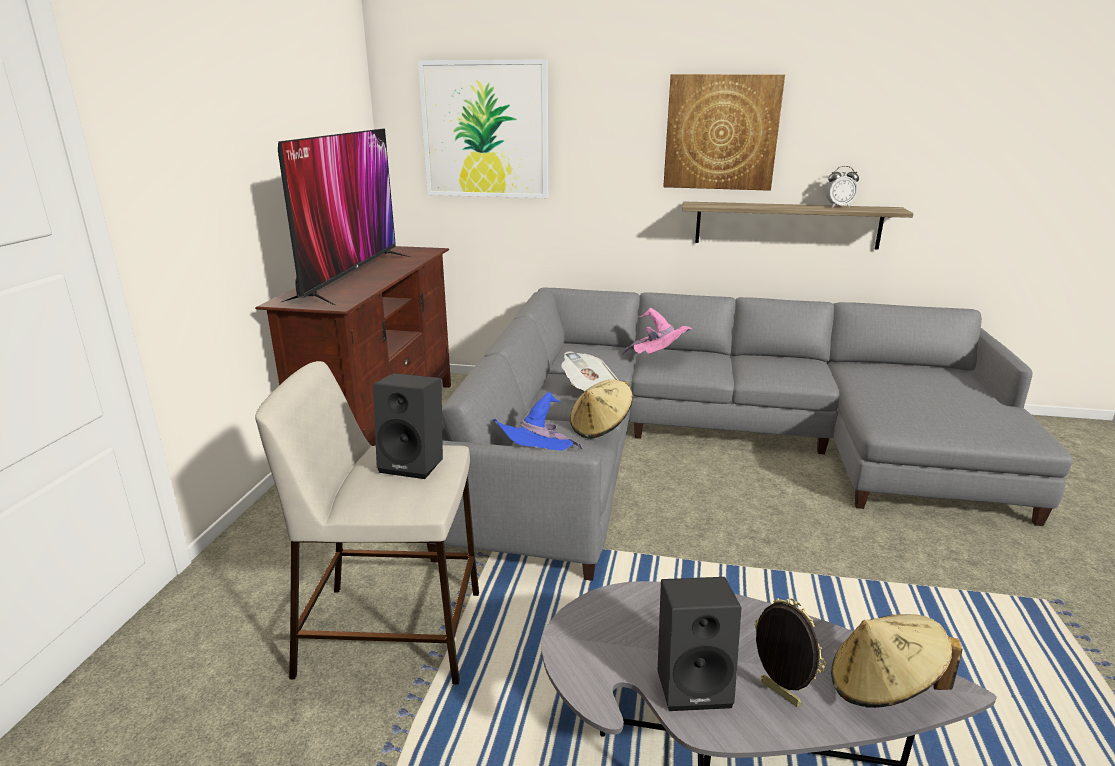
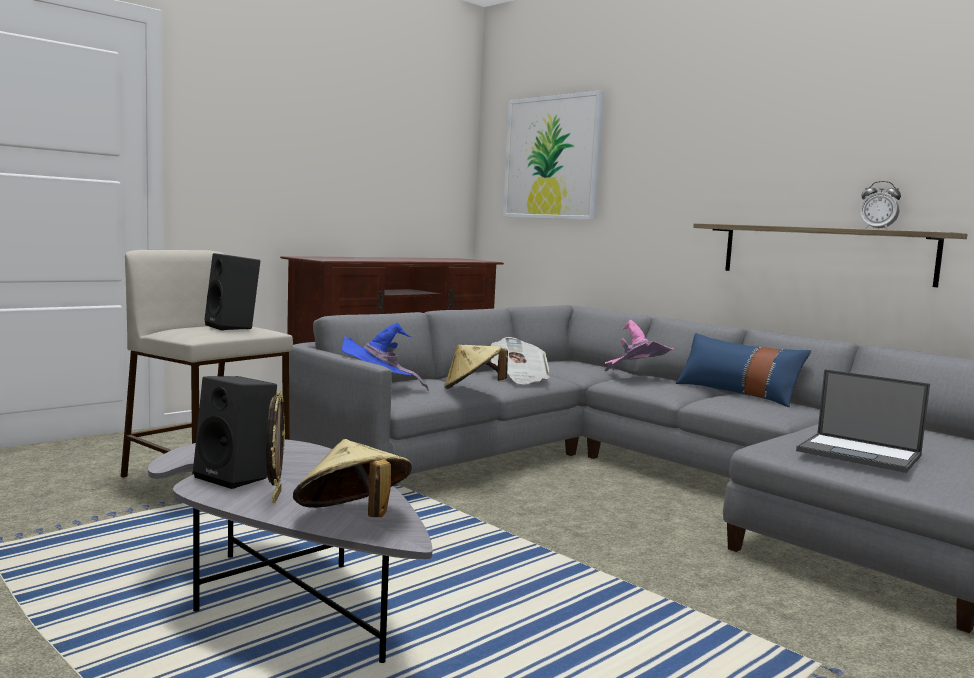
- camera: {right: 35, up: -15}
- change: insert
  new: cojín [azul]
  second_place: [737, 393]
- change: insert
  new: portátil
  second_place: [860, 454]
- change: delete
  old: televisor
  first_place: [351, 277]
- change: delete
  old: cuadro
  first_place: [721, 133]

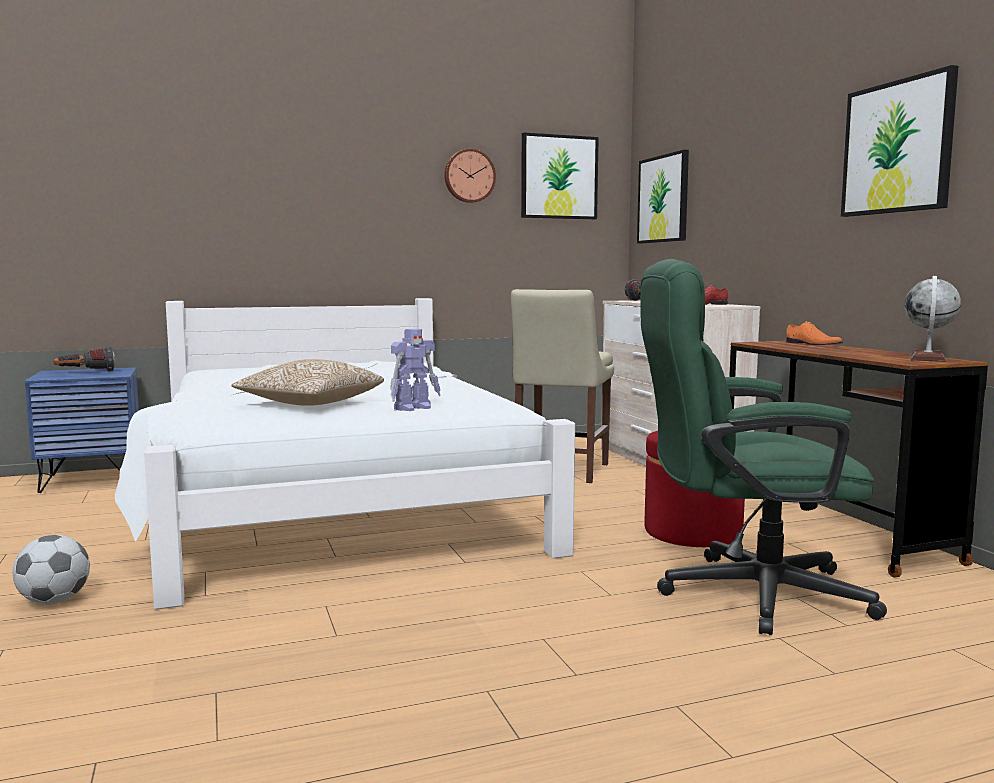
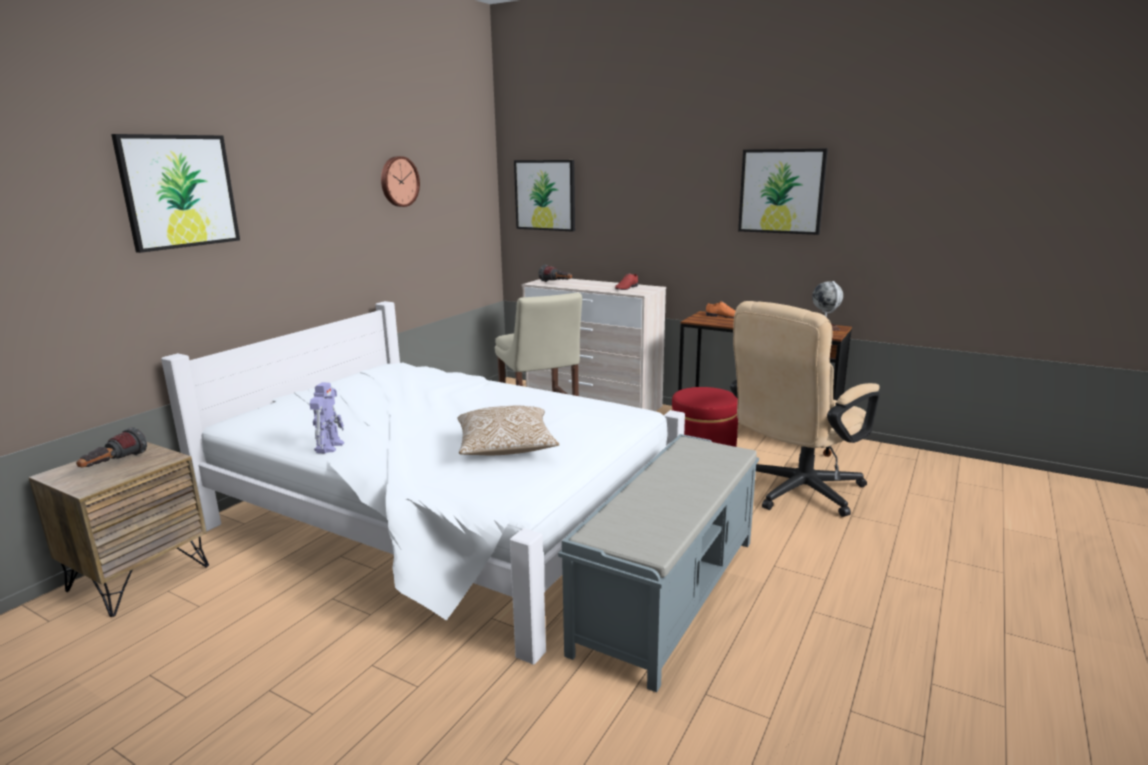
- camera: {right: -40, up: 10}
- change: recolor
  old: mesita de noche [azul]
  new: mesita de noche [marrón]
  first_place: [92, 480]
  second_place: [139, 578]
- change: move
  old: cuadro
  first_place: [559, 177]
  second_place: [179, 191]
- change: move
  old: robot de juguete
  first_place: [414, 408]
  second_place: [330, 446]
- change: insert
  new: banco [gris]
  second_place: [669, 592]
- change: recolor
  old: silla de oficina [verde]
  new: silla de oficina [beis]
  first_place: [743, 593]
  second_place: [795, 493]
- change: delete
  old: balón de fútbol
  first_place: [55, 601]

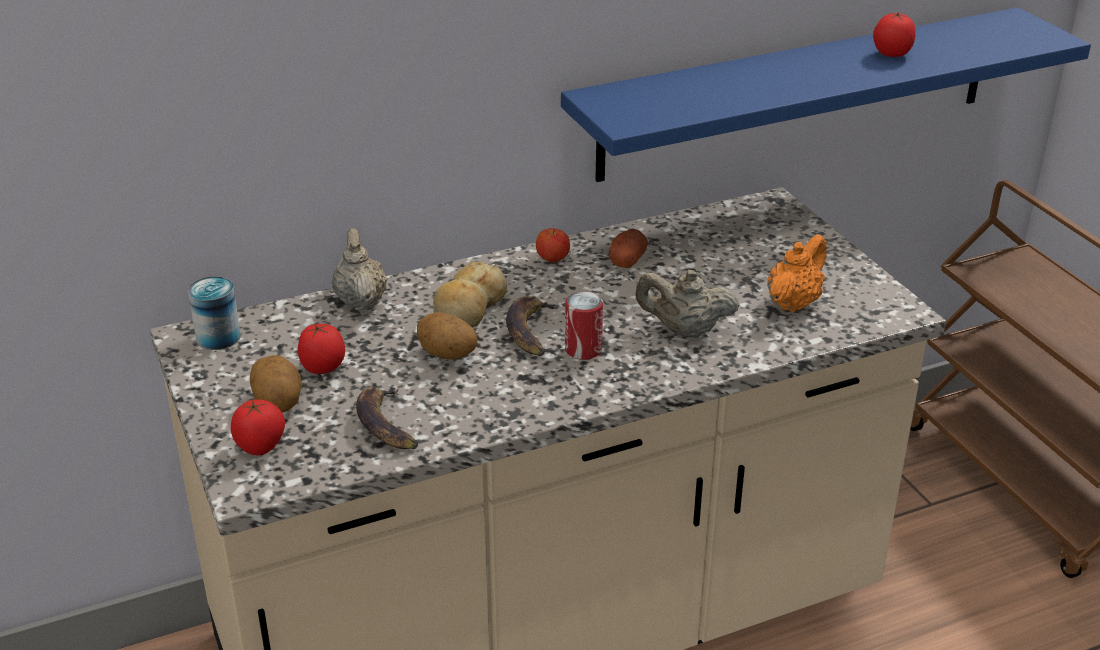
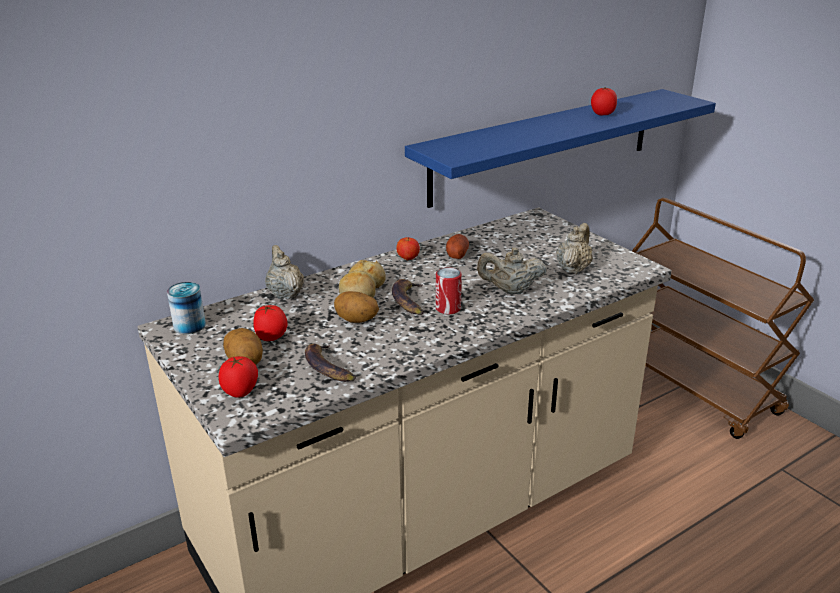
- camera: {right: -10, up: -5}
- change: recolor
  old: tetera [naranja]
  new: tetera [beis]
  first_place: [793, 303]
  second_place: [573, 269]

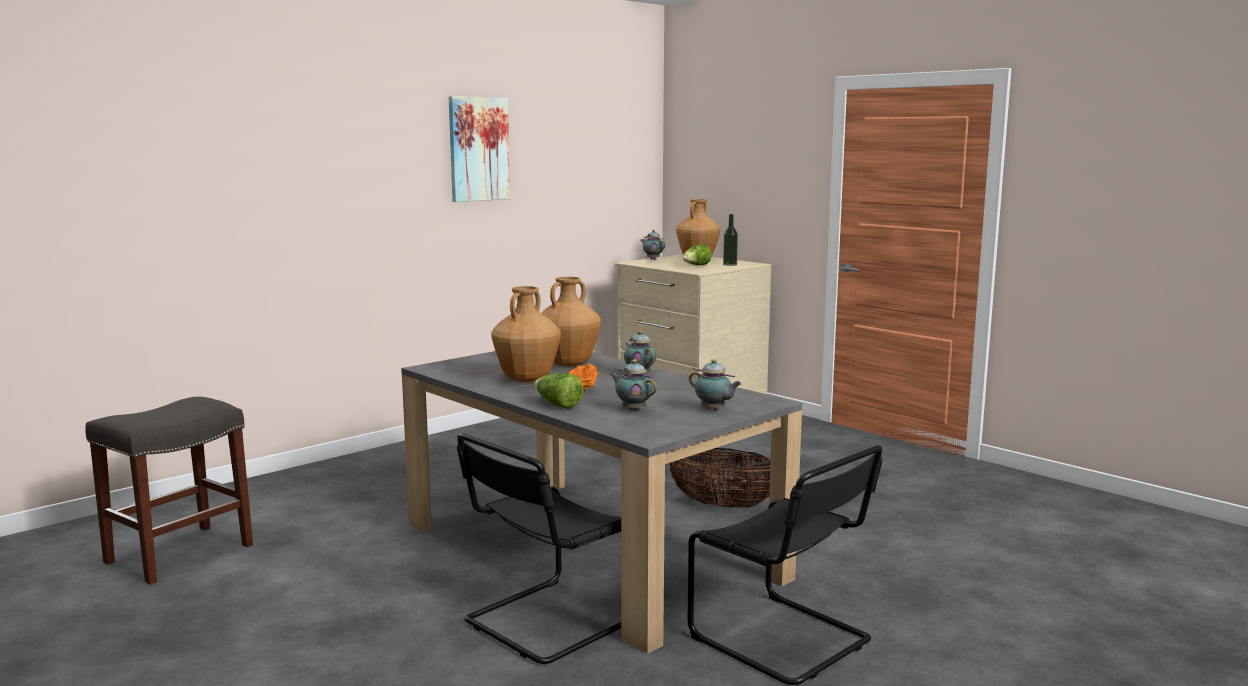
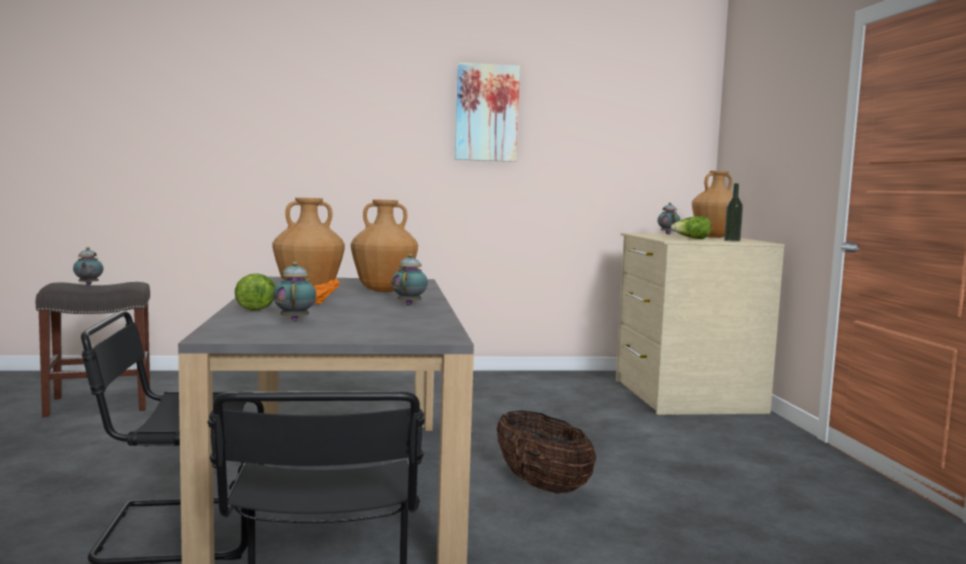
- camera: {right: 35, up: -5}
- change: move
  old: tetera
  first_place: [714, 410]
  second_place: [88, 285]

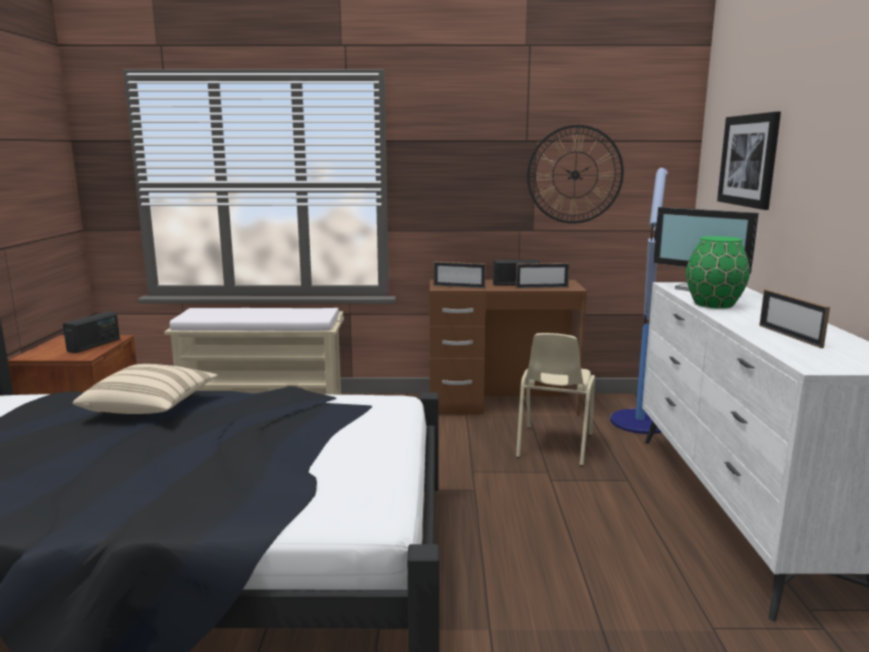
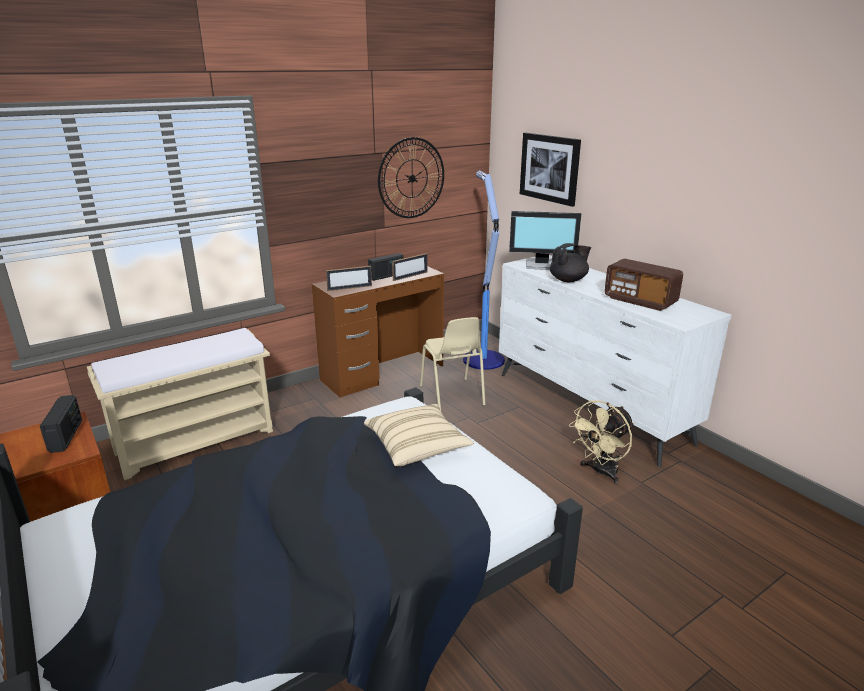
- camera: {right: -35, up: 10}
- change: move
  old: cojín [beis]
  first_place: [151, 408]
  second_place: [417, 447]
- change: replace
  old: florero [verde]
  new: tetera [negro]
  first_place: [714, 304]
  second_place: [568, 280]
- change: insert
  new: ventilador [beis]
  second_place: [600, 472]
- change: replace
  old: portarretratos
  new: radio
  first_place: [789, 336]
  second_place: [640, 301]

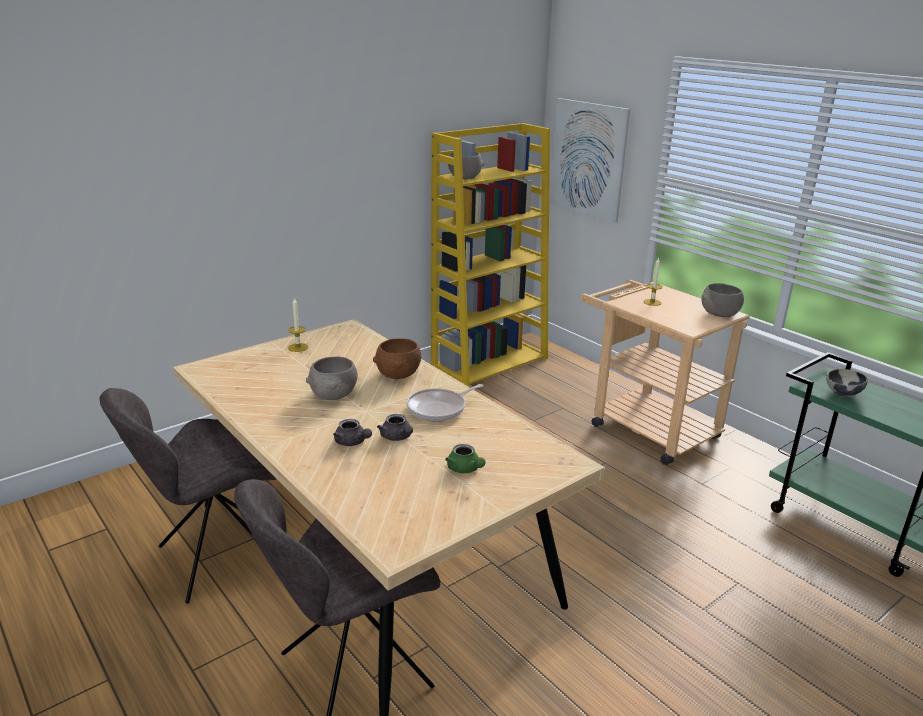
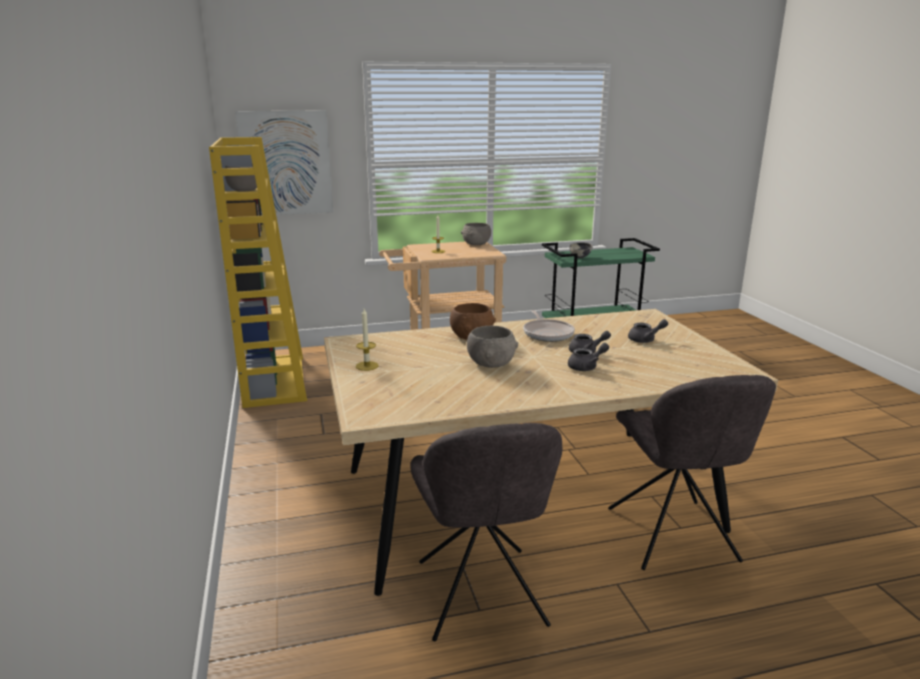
- camera: {right: -65, up: -5}
- change: recolor
  old: tetera [verde]
  new: tetera [gris]
  first_place: [465, 469]
  second_place: [645, 340]

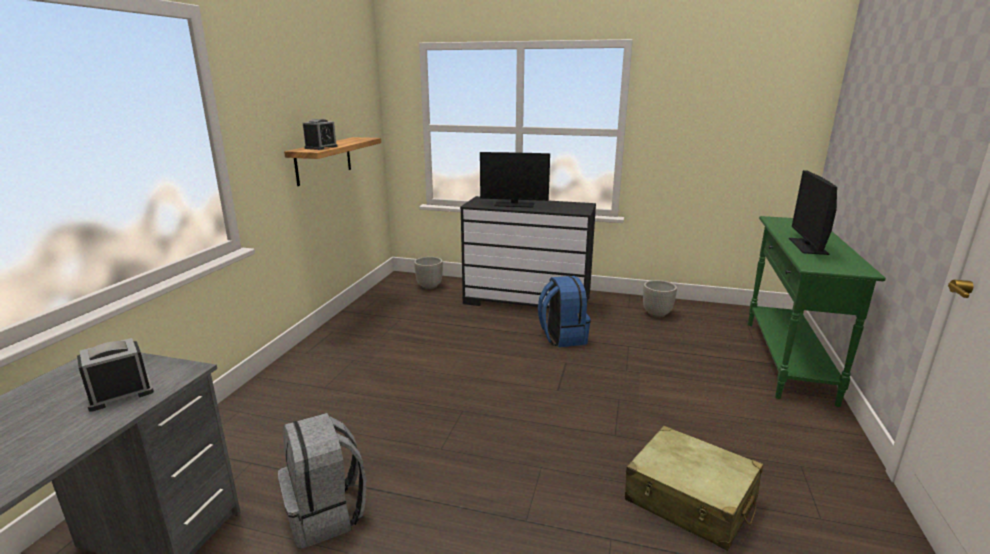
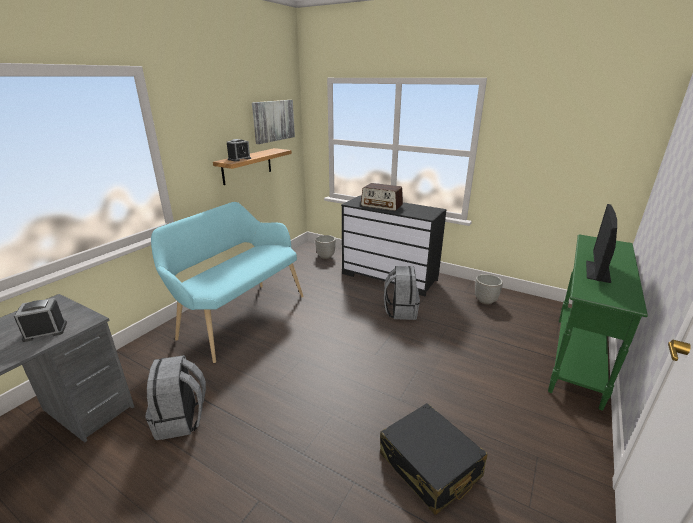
- camera: {right: 15, up: 5}
- change: insert
  new: banco [turquesa]
  second_place: [239, 316]
- change: insert
  new: cuadro
  second_place: [273, 121]
- change: replace
  old: monitor
  new: radio
  first_place: [514, 204]
  second_place: [381, 205]
- change: recolor
  old: maleta [beis]
  new: maleta [negro]
  first_place: [690, 500]
  second_place: [429, 465]
- change: recolor
  old: mochila [azul]
  new: mochila [gris]
  first_place: [562, 337]
  second_place: [400, 311]

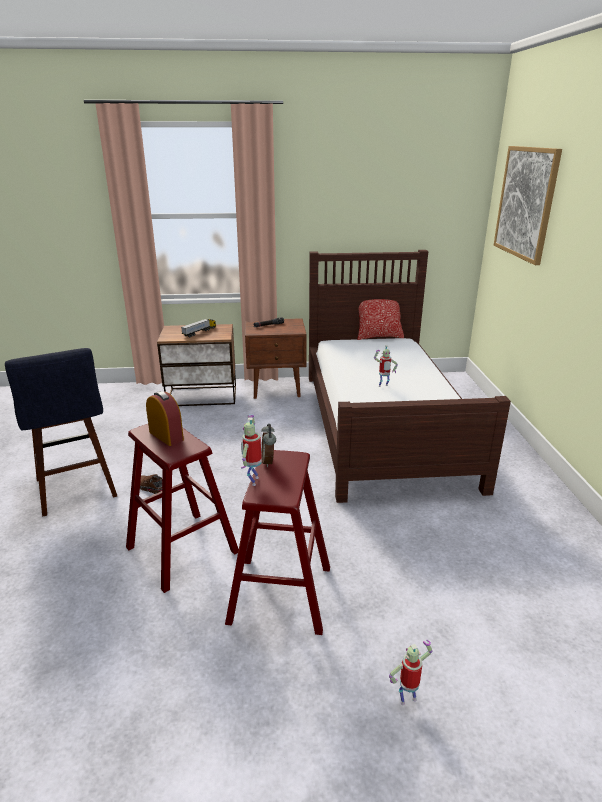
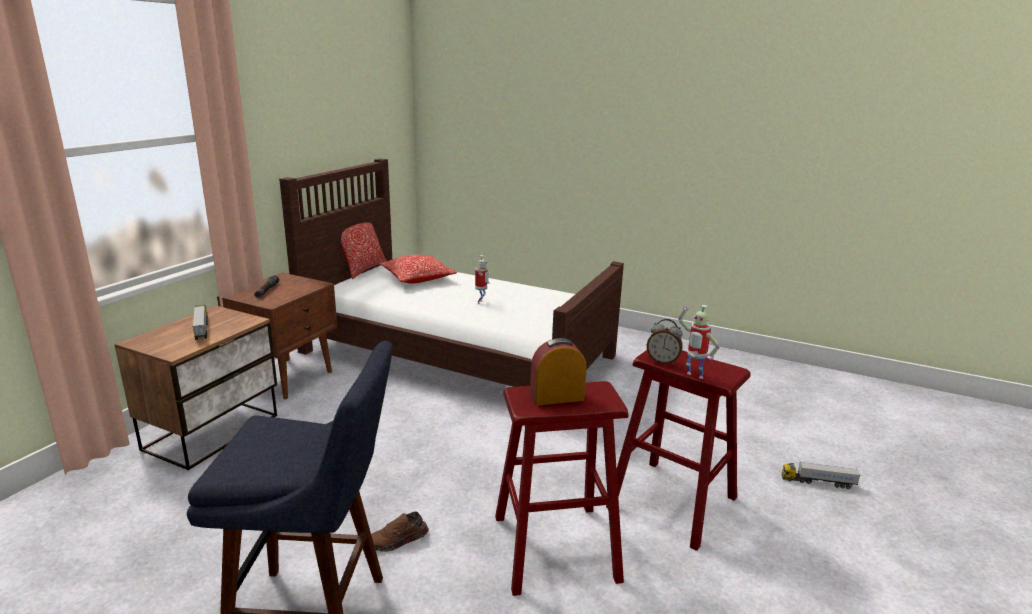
- camera: {right: -60, up: -5}
- change: insert
  new: cojín
  second_place: [417, 278]
- change: replace
  old: robot de juguete
  new: camión de juguete
  first_place: [407, 698]
  second_place: [818, 482]
- change: delete
  old: cuadro
  first_place: [526, 203]

